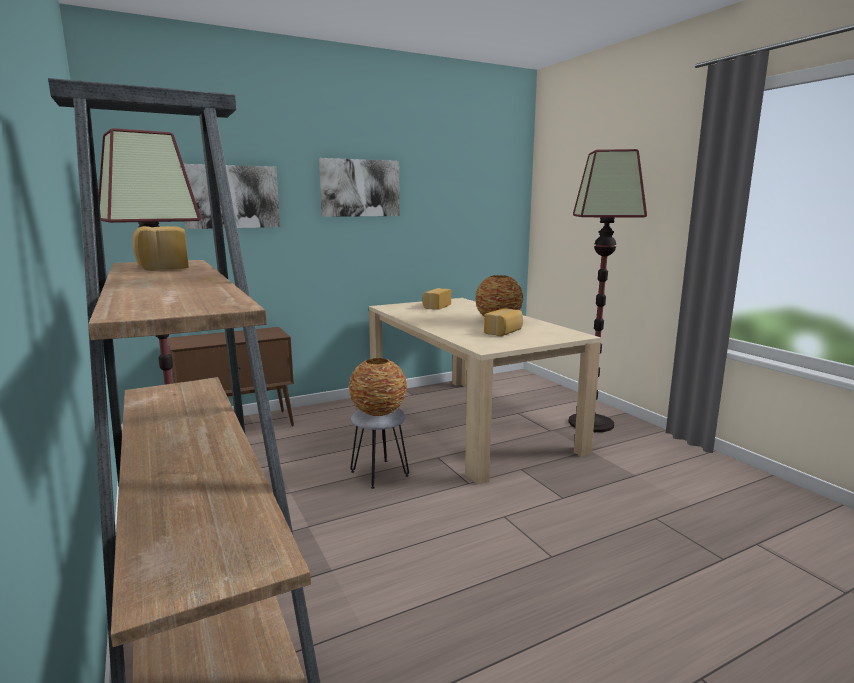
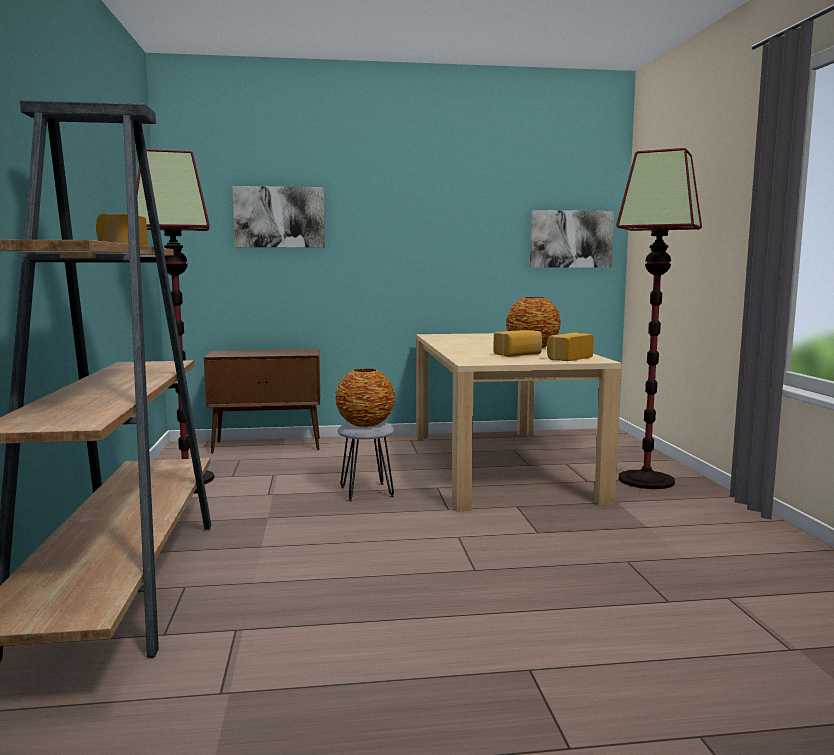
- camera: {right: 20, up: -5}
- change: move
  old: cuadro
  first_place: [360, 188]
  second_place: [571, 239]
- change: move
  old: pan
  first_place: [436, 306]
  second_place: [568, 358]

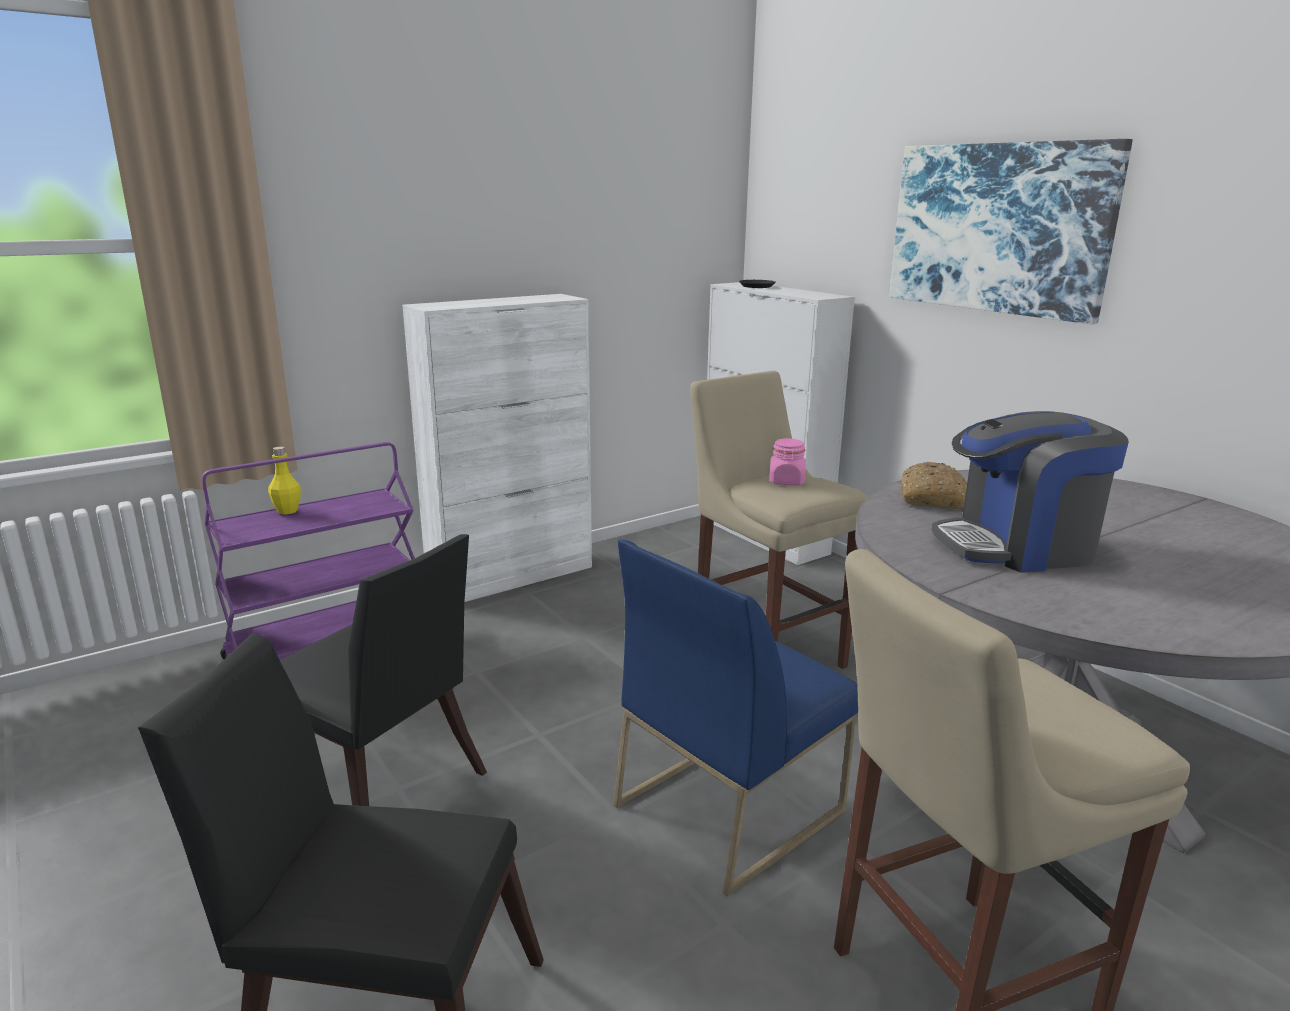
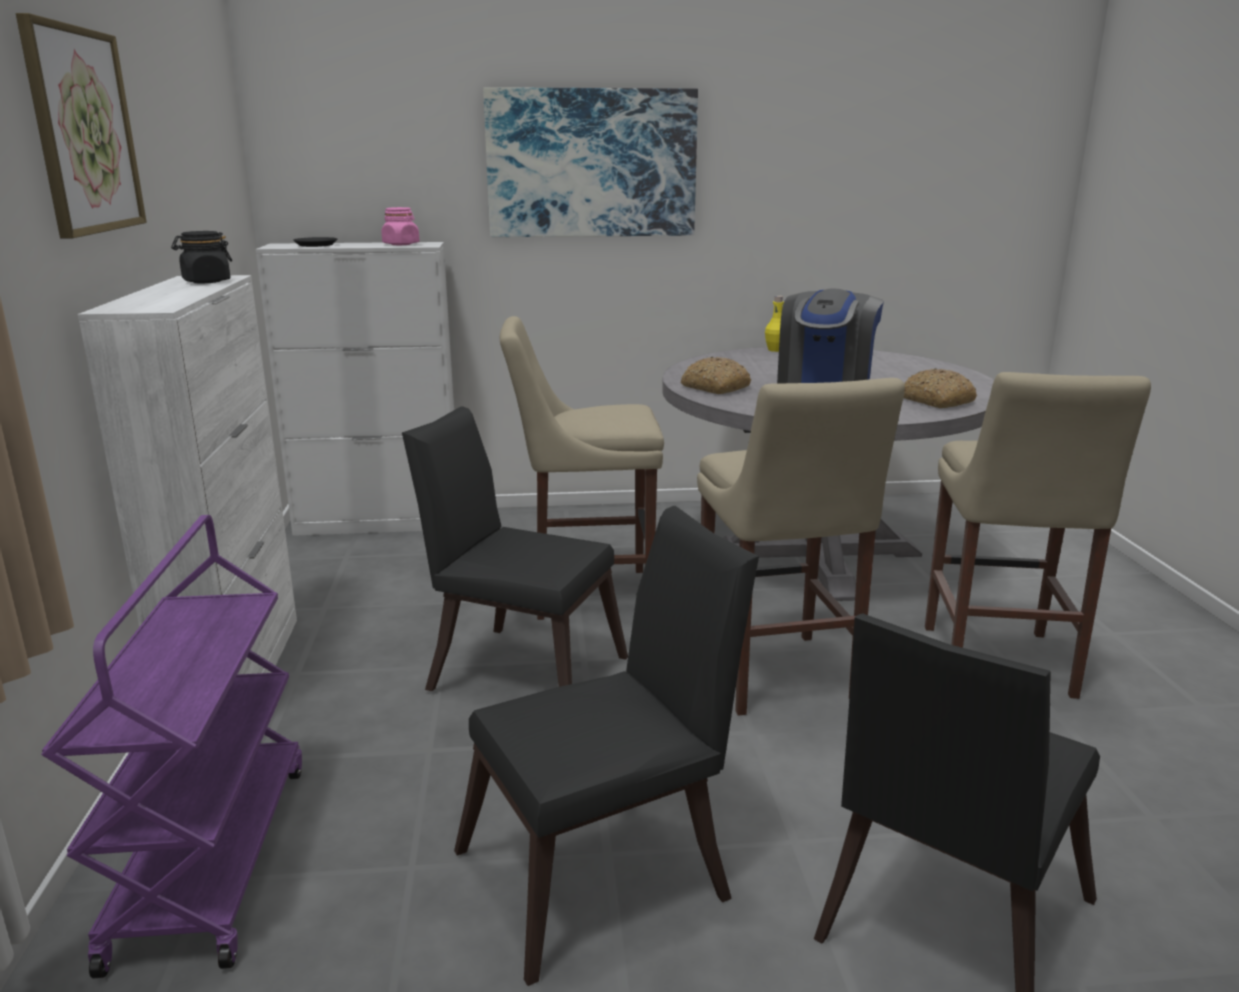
- camera: {right: -60, up: 0}
- change: insert
  new: cuadro
  second_place: [83, 131]
- change: insert
  new: tarro [negro]
  second_place: [206, 281]
- change: move
  old: tarro [rosa]
  first_place: [786, 481]
  second_place: [401, 244]
- change: insert
  new: silla [negro]
  second_place: [519, 670]
- change: replace
  old: silla [azul]
  new: taburete [beis]
  first_place: [729, 806]
  second_place: [777, 678]
- change: move
  old: botella [amarillo]
  first_place: [287, 511]
  second_place: [775, 350]
- change: insert
  new: pan
  second_place: [935, 401]

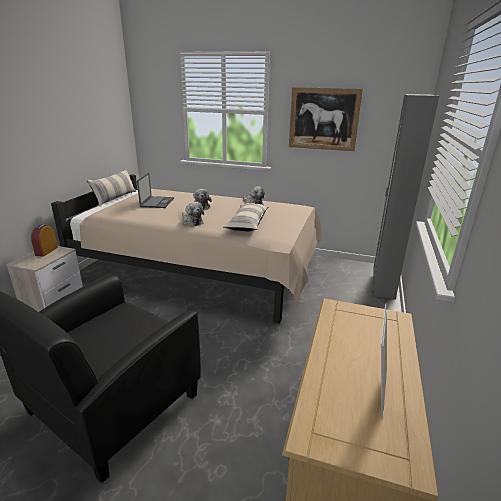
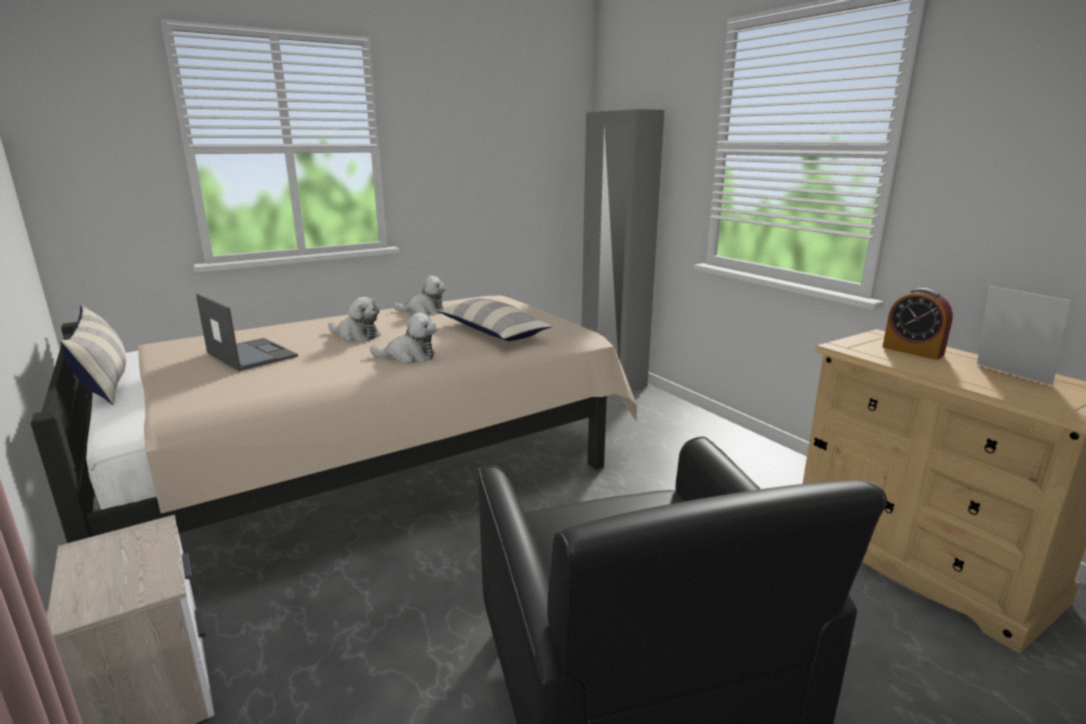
- camera: {right: -50, up: -5}
- change: move
  old: despertador
  first_place: [46, 251]
  second_place: [912, 351]
- change: delete
  old: cuadro
  first_place: [323, 119]

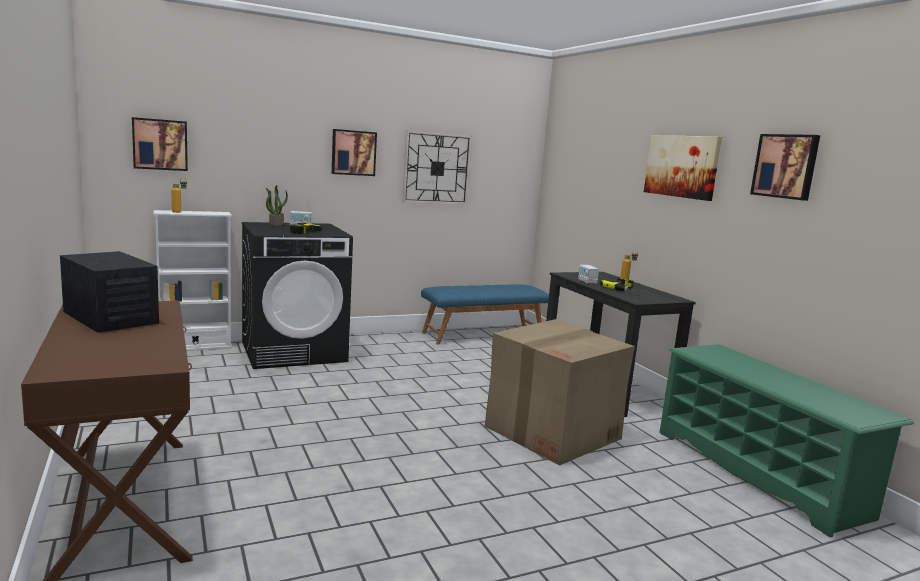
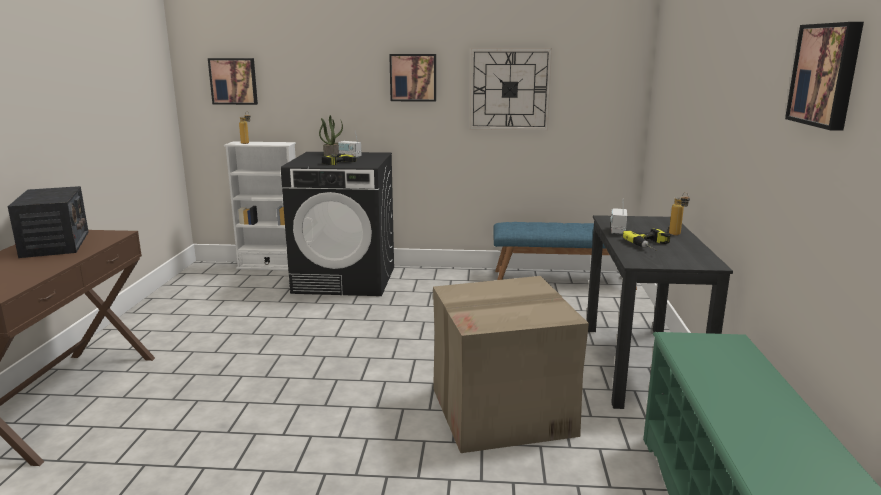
- camera: {right: 30, up: 5}
- change: delete
  old: cuadro
  first_place: [682, 166]

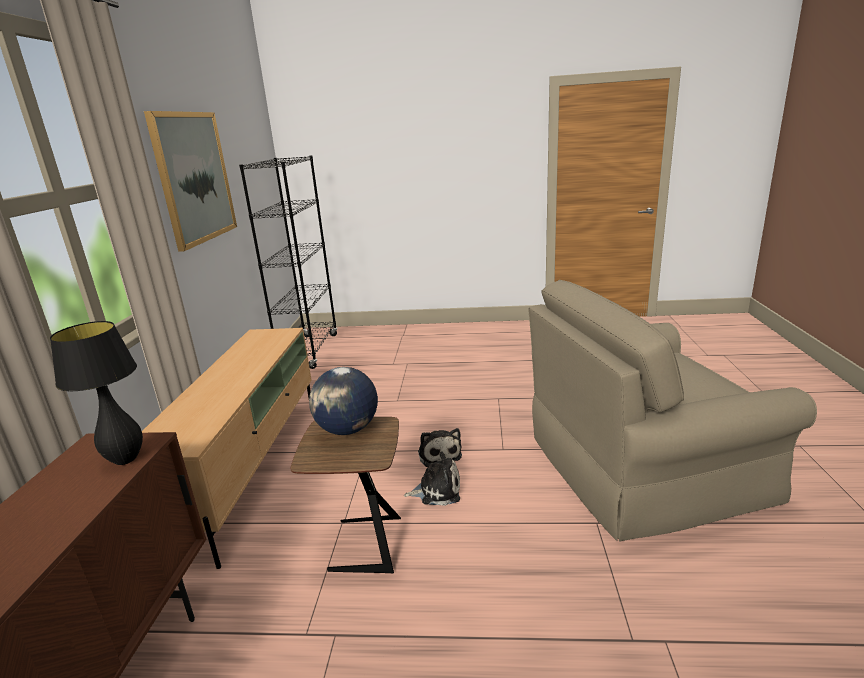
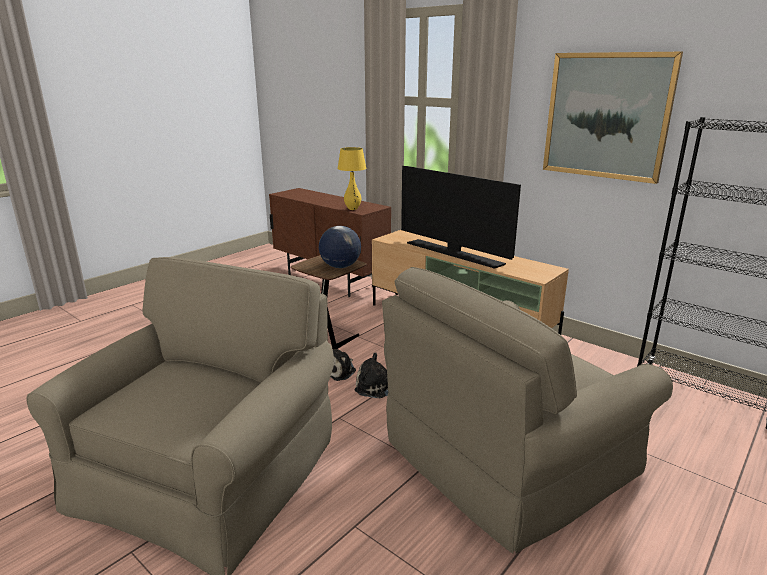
- camera: {right: 125, up: 0}
- change: recolor
  old: lámpara de mesa [negro]
  new: lámpara de mesa [amarillo]
  first_place: [125, 460]
  second_place: [352, 209]
- change: insert
  new: sillón [beis]
  second_place: [506, 456]
- change: insert
  new: televisor
  second_place: [454, 253]

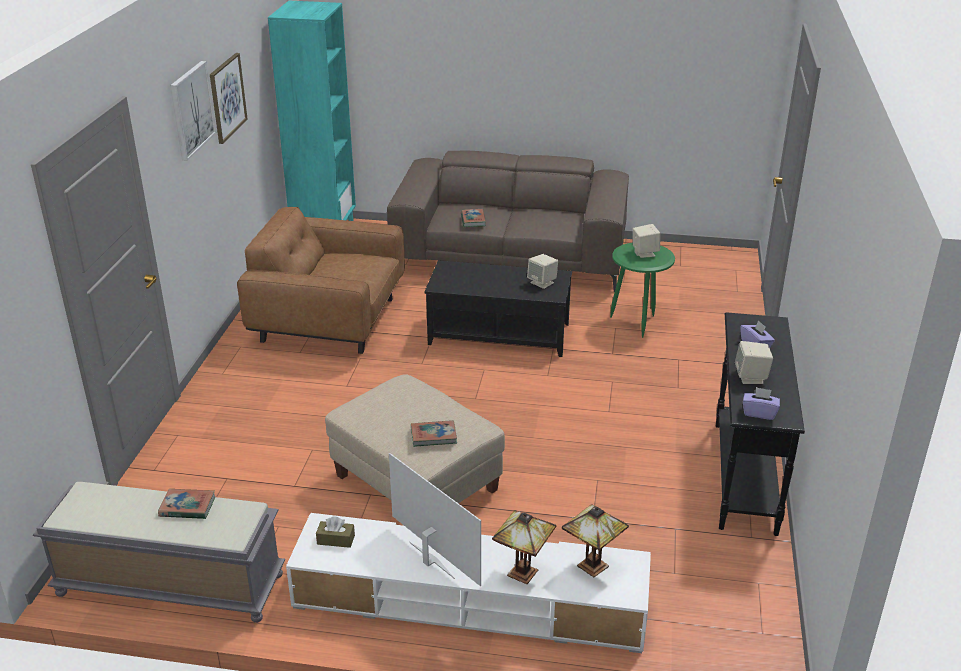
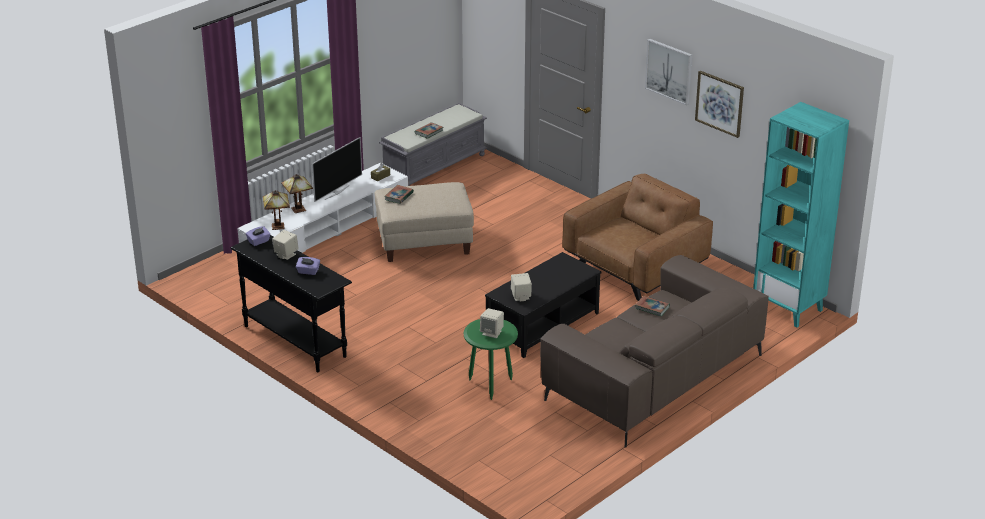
- camera: {right: 125, up: 0}
- change: rotate
  old: televisor
  first_place: [430, 561]
  second_place: [336, 192]
  degrees: -45

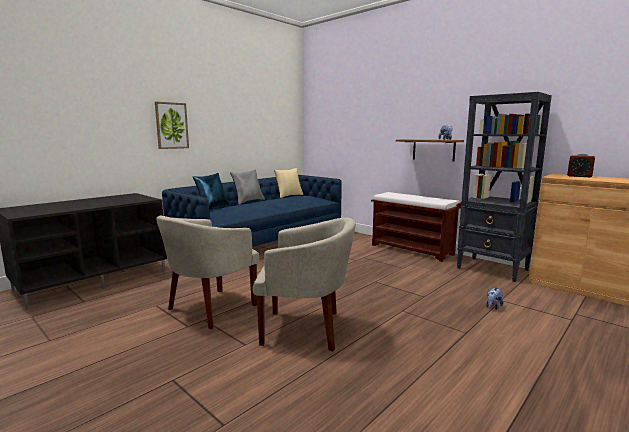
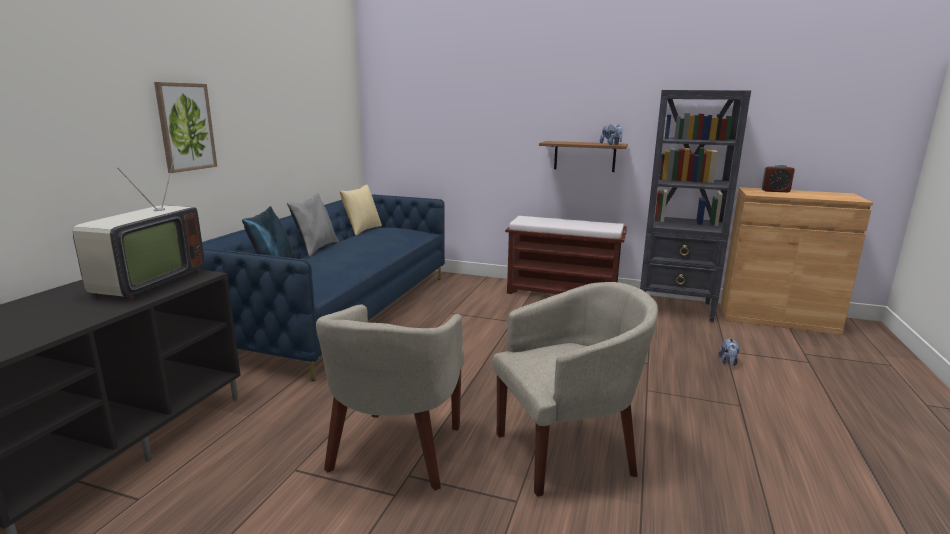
- camera: {right: -25, up: 5}
- change: insert
  new: televisor
  second_place: [145, 284]

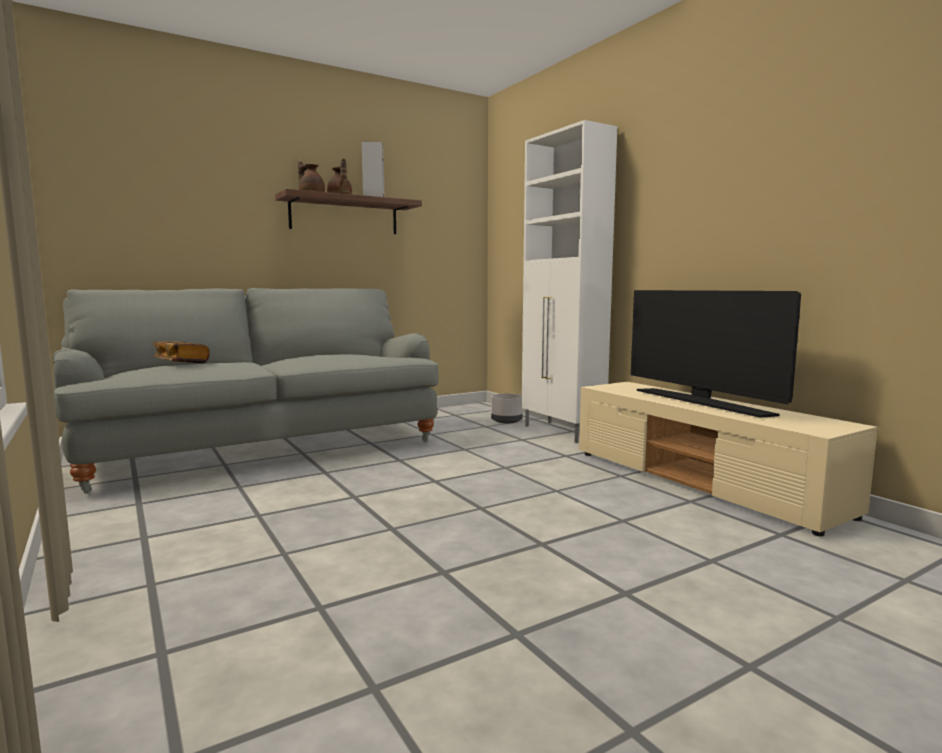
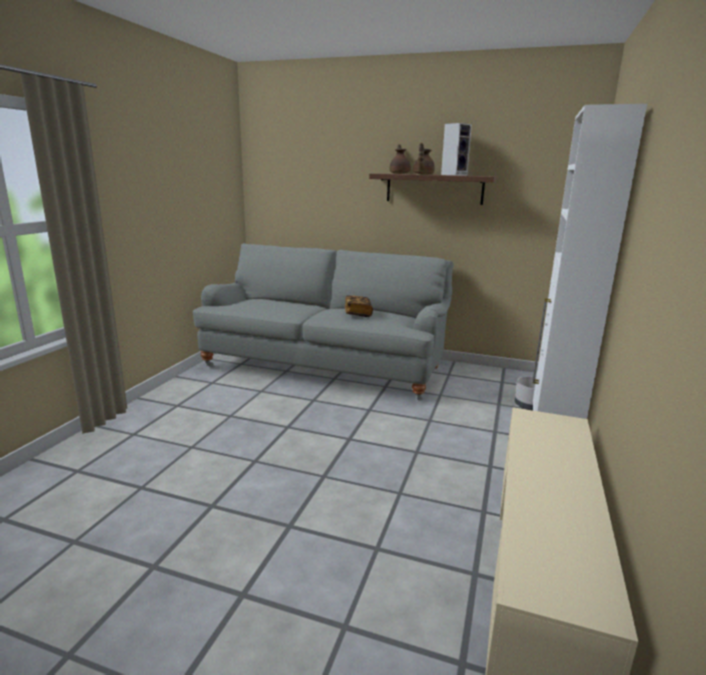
- camera: {right: 50, up: 10}
- change: move
  old: libro
  first_place: [181, 363]
  second_place: [358, 313]
- change: delete
  old: televisor
  first_place: [702, 402]

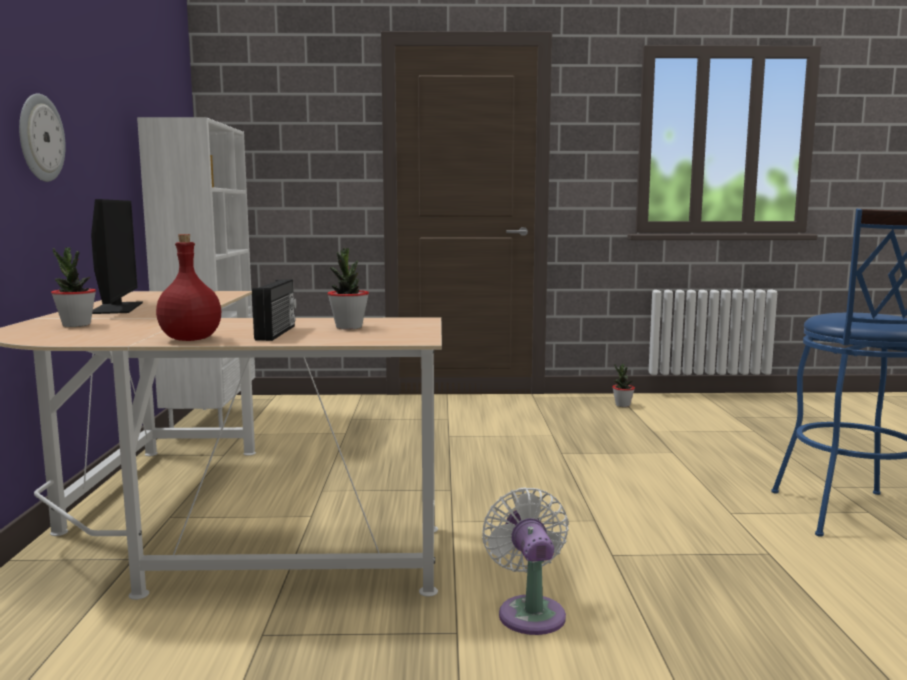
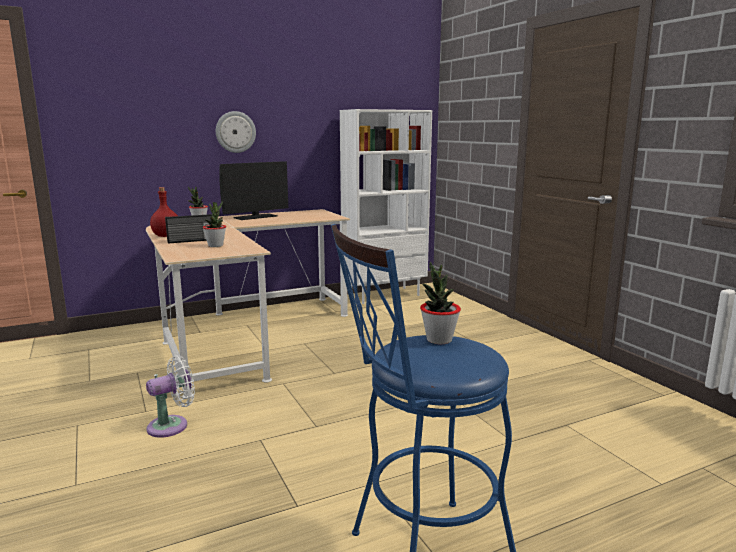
- camera: {right: 65, up: 5}
- change: move
  old: planta en maceta
  first_place: [622, 405]
  second_place: [439, 340]

